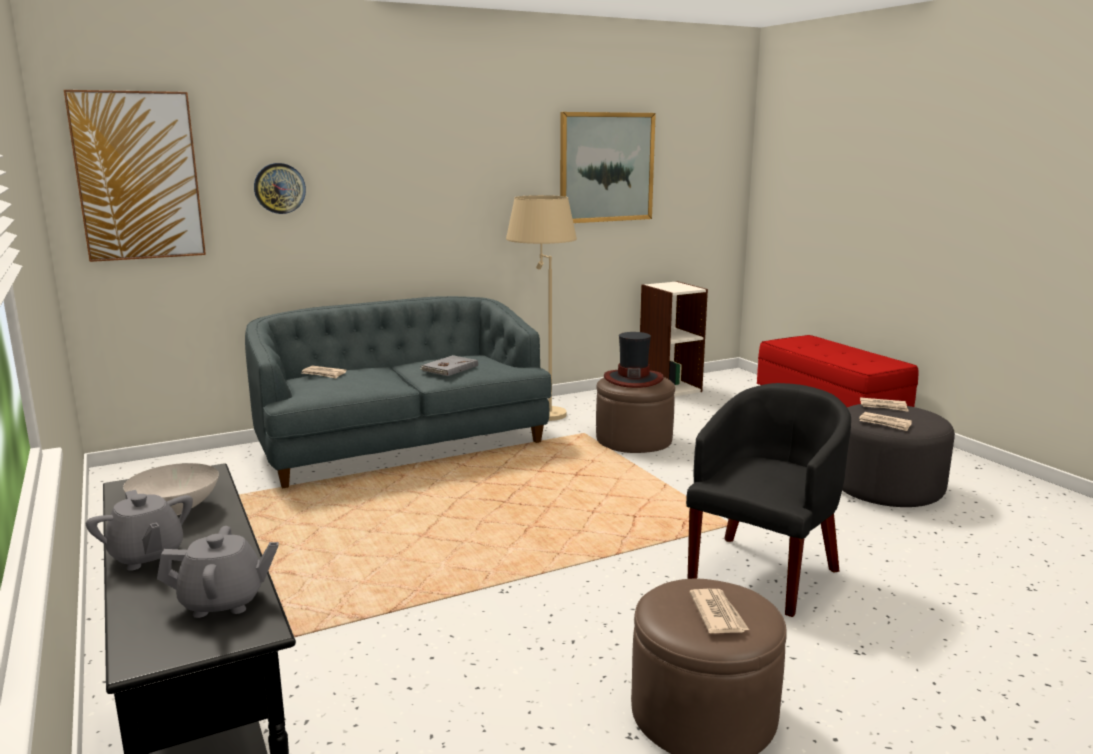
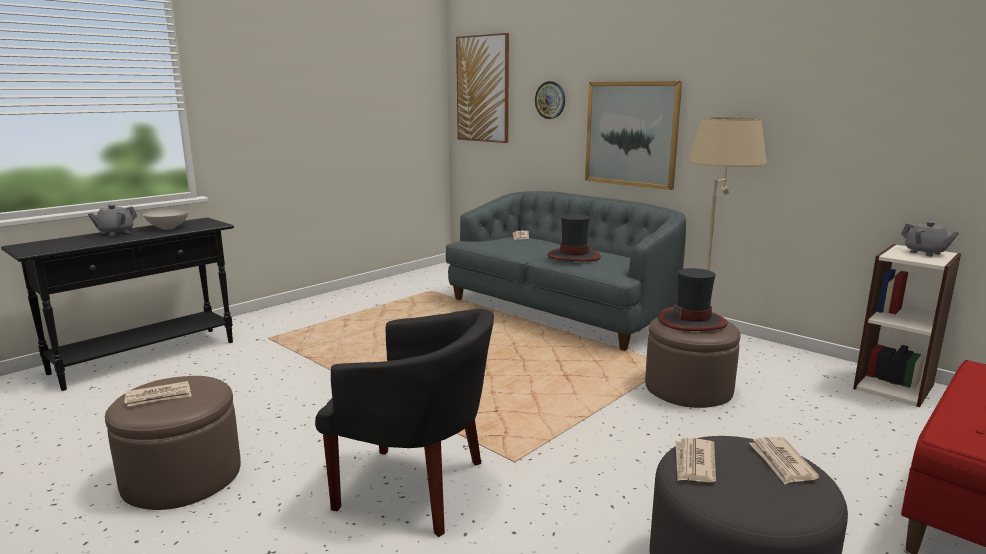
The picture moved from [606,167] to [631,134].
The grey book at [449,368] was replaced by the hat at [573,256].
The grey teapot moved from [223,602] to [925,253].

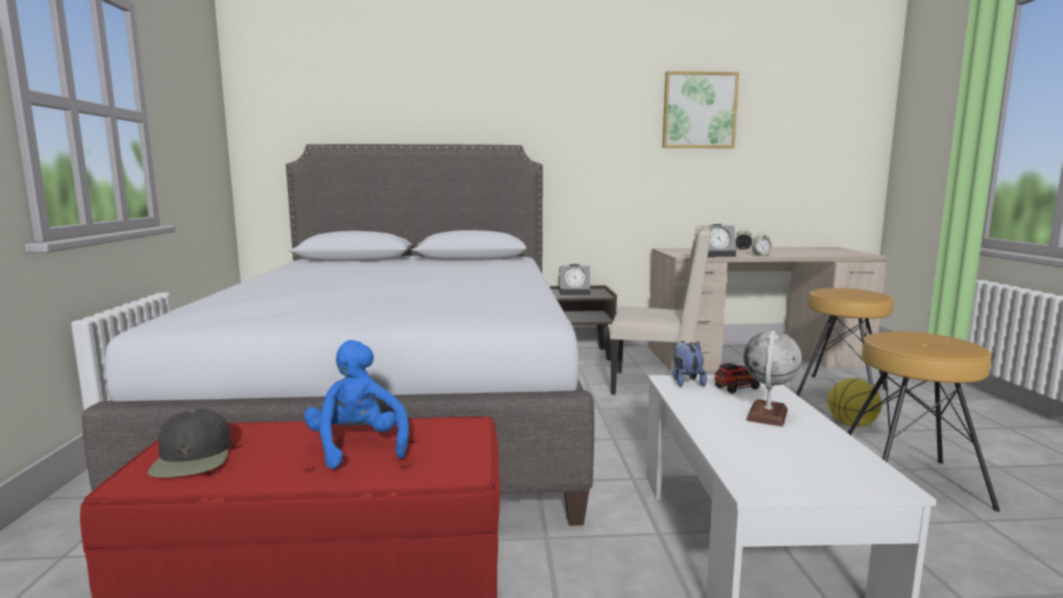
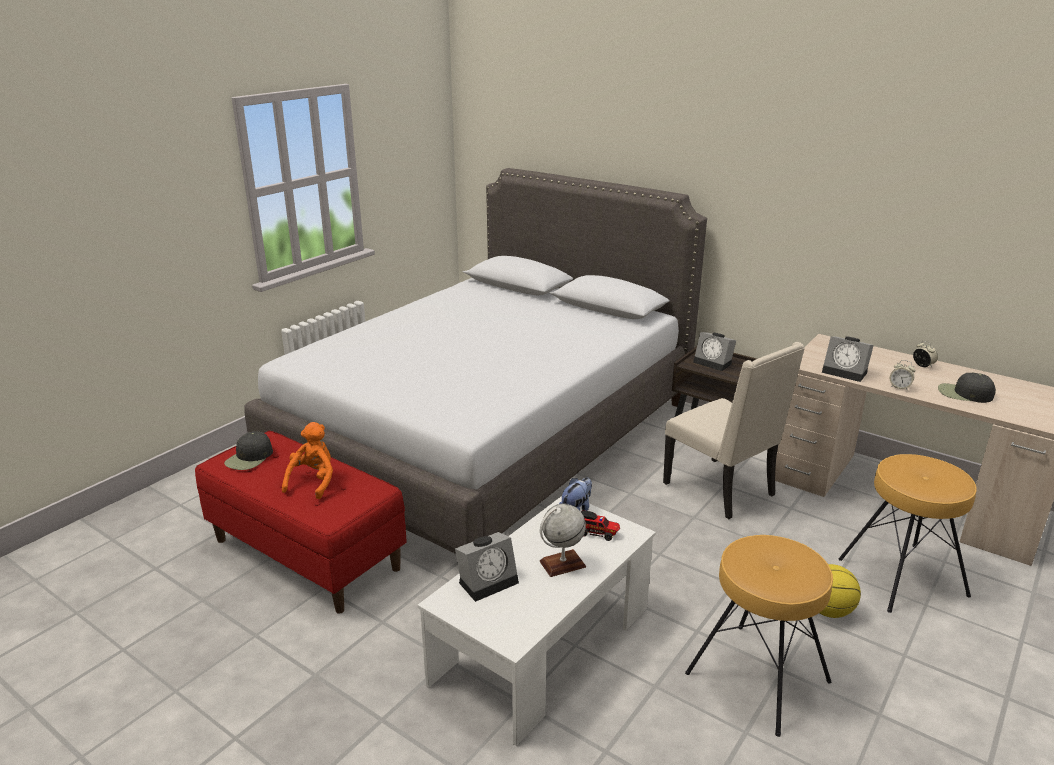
The picture at [699,110] disappeared.
The blue plush toy at [357,446] became the orange plush toy at [313,481].
The black cap at [964,394] appeared.
The alarm clock at [488,580] appeared.

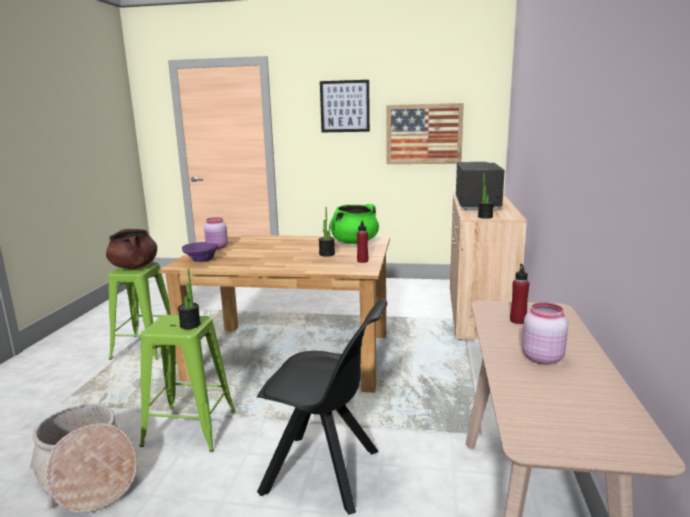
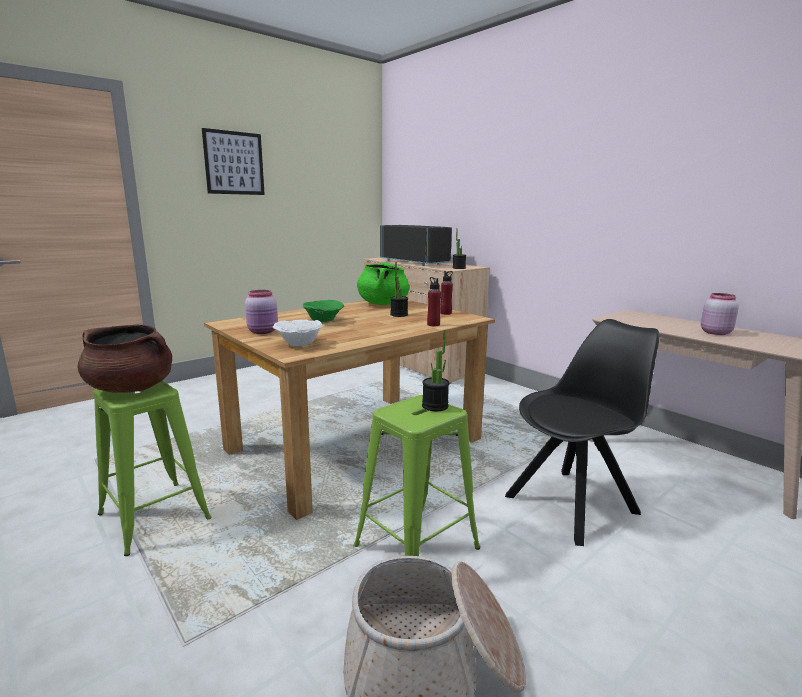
The picture at [424,134] disappeared.
The purple bowl at [202,260] became the white bowl at [298,344].
The red bottle moved from [518,321] to [433,324].
The green bowl at [324,321] appeared.

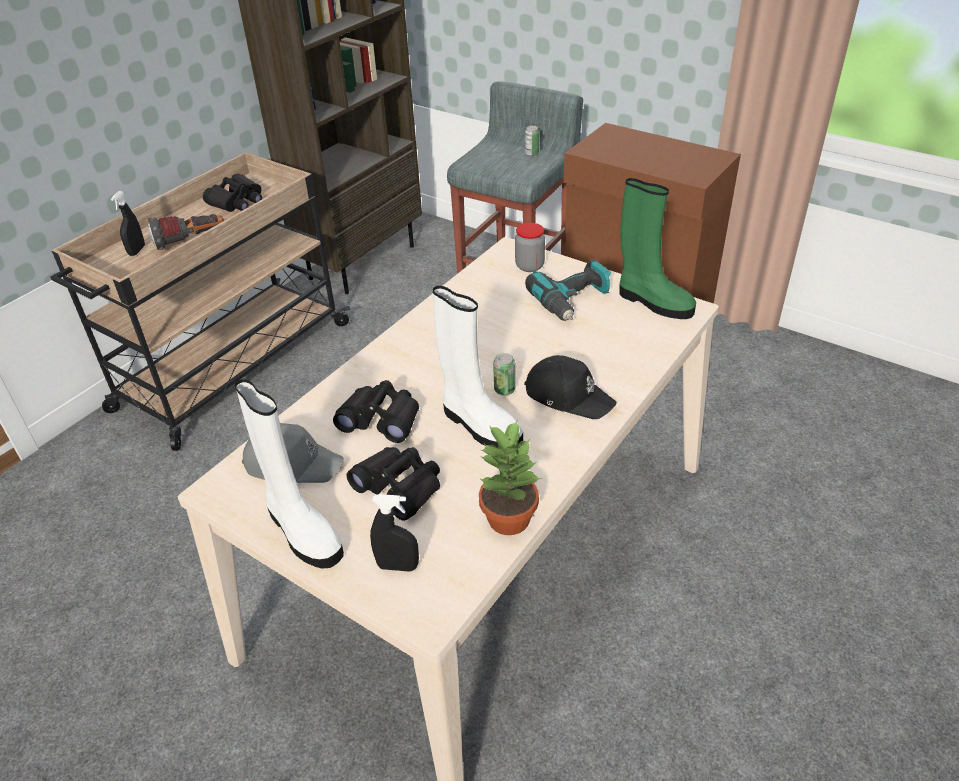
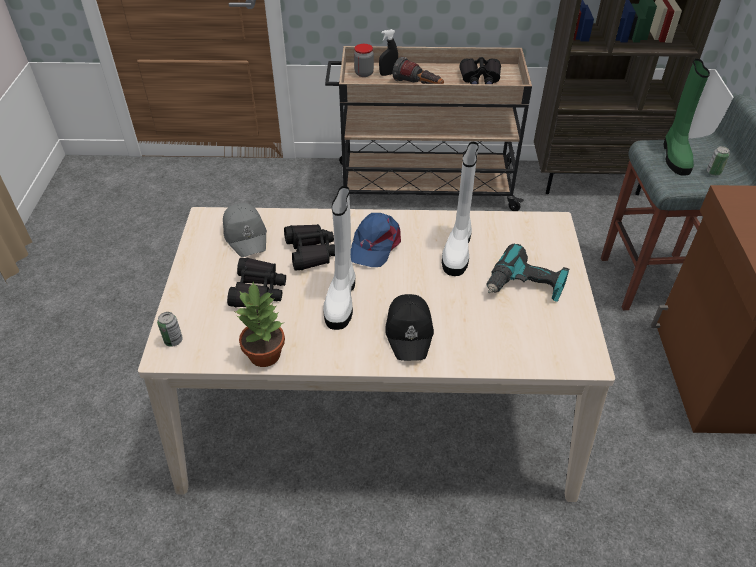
The green boot moved from [653,302] to [675,156].
The jar moved from [529,266] to [364,73].
The can moved from [504,390] to [173,340].
The white boot moved from [301,531] to [457,250].
The black spray bottle at [397,566] disappeared.
The blue cap at [374,244] appeared.

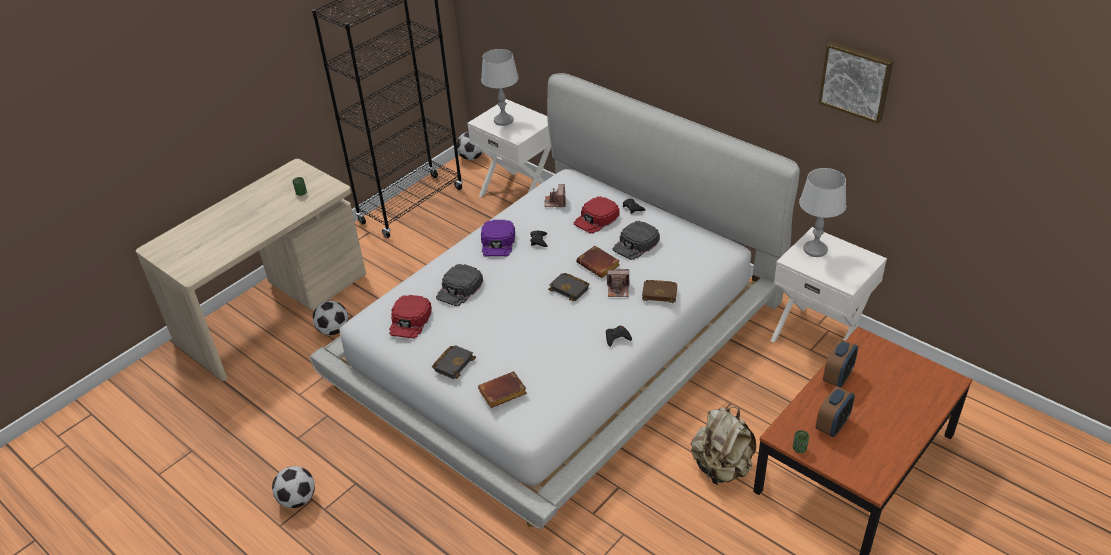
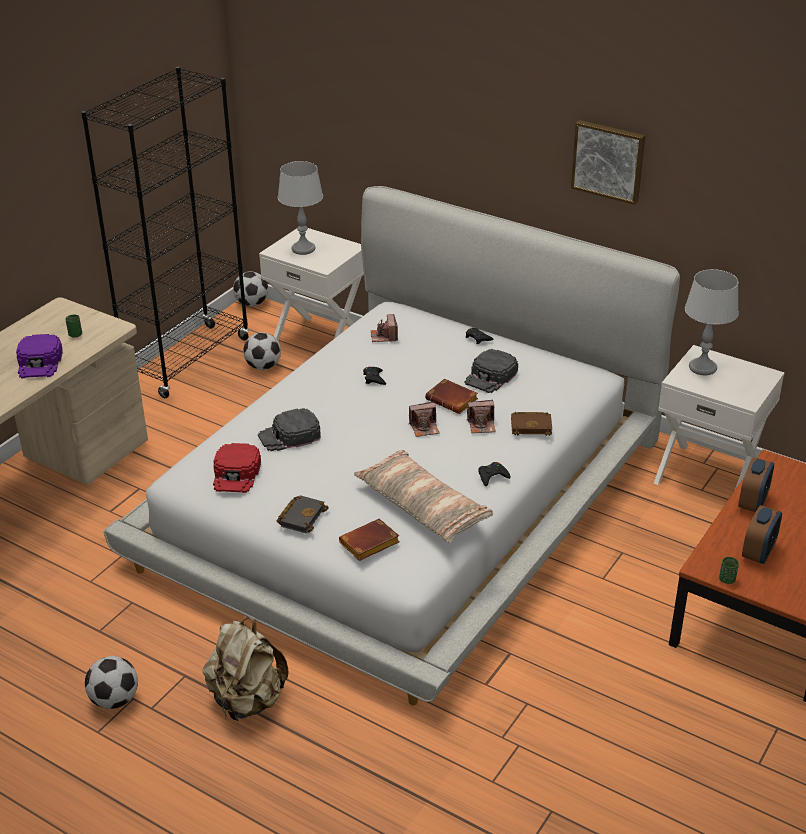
The picture moved from [856,81] to [609,160].
The red cap at [596,219] disappeared.
The purple cap moved from [498,242] to [40,362].
The black cap at [459,289] turned 45 degrees clockwise.
The black book at [570,289] was replaced by the photo camera at [424,428].
The football moved from [333,330] to [263,366].
The beige backpack moved from [721,468] to [247,700].
The pillow at [423,506] appeared.

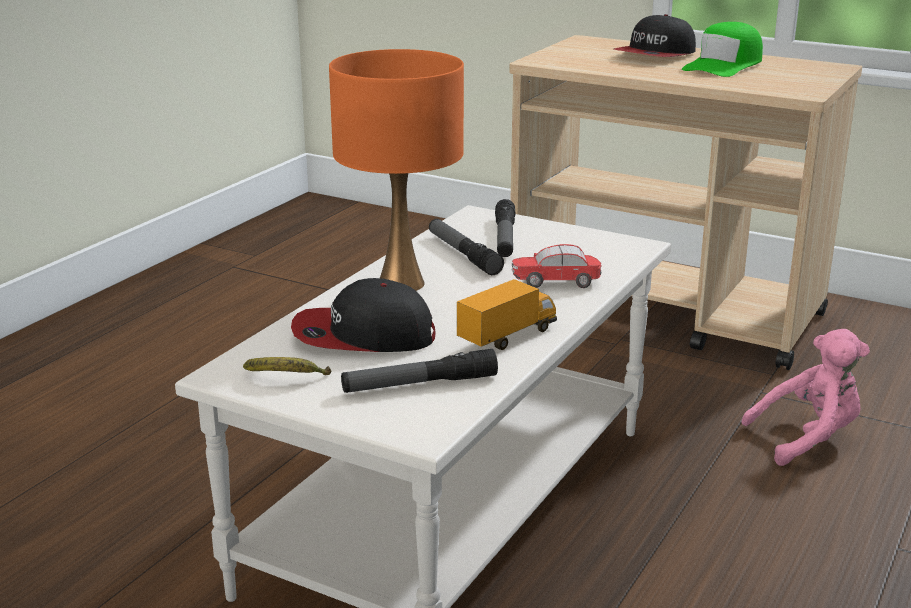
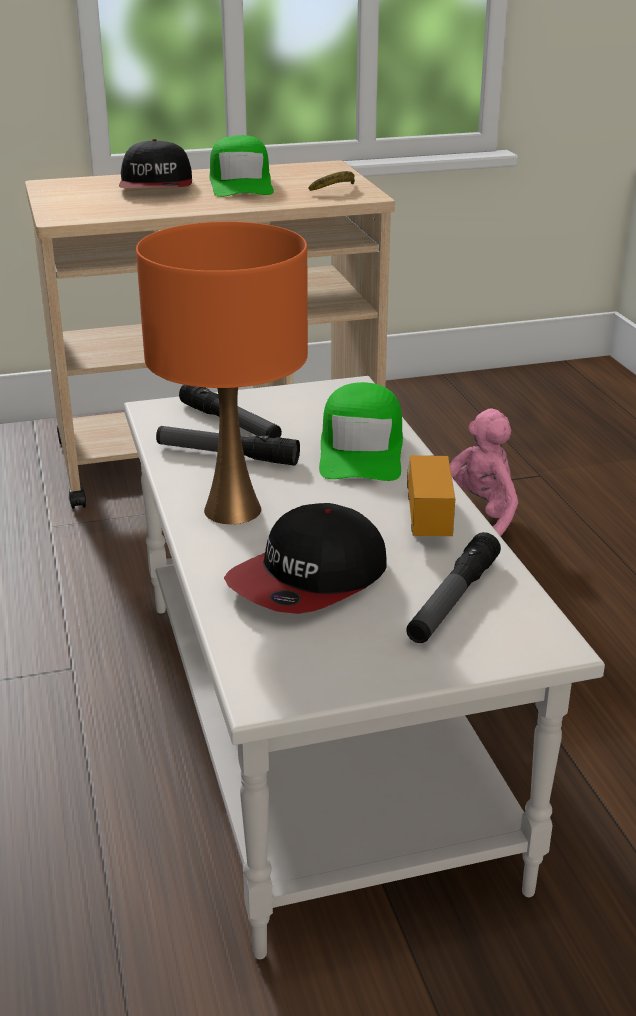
The toy car at [556,283] was replaced by the green cap at [362,450].
The banana moved from [286,378] to [336,190].

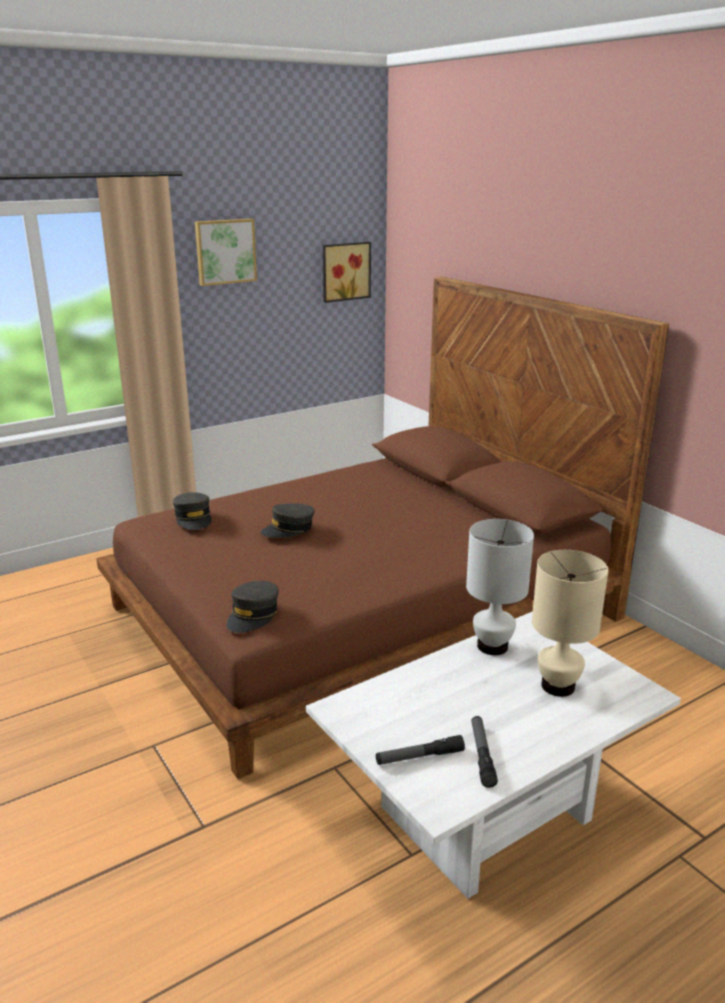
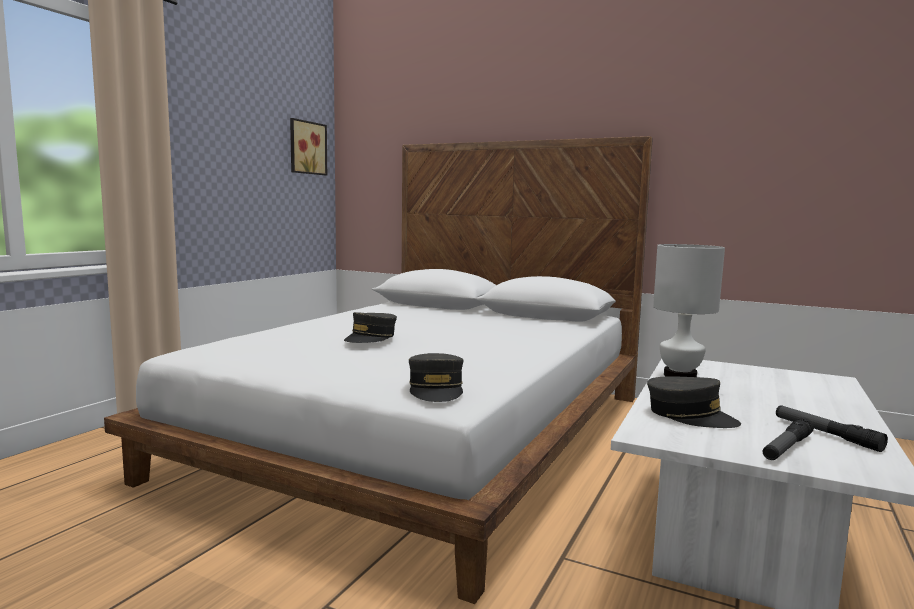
The picture at [225,251] disappeared.
The brown bed at [361,612] became the white bed at [428,433].
The grey cap moved from [193,518] to [689,416].
The beige table lamp at [558,686] disappeared.

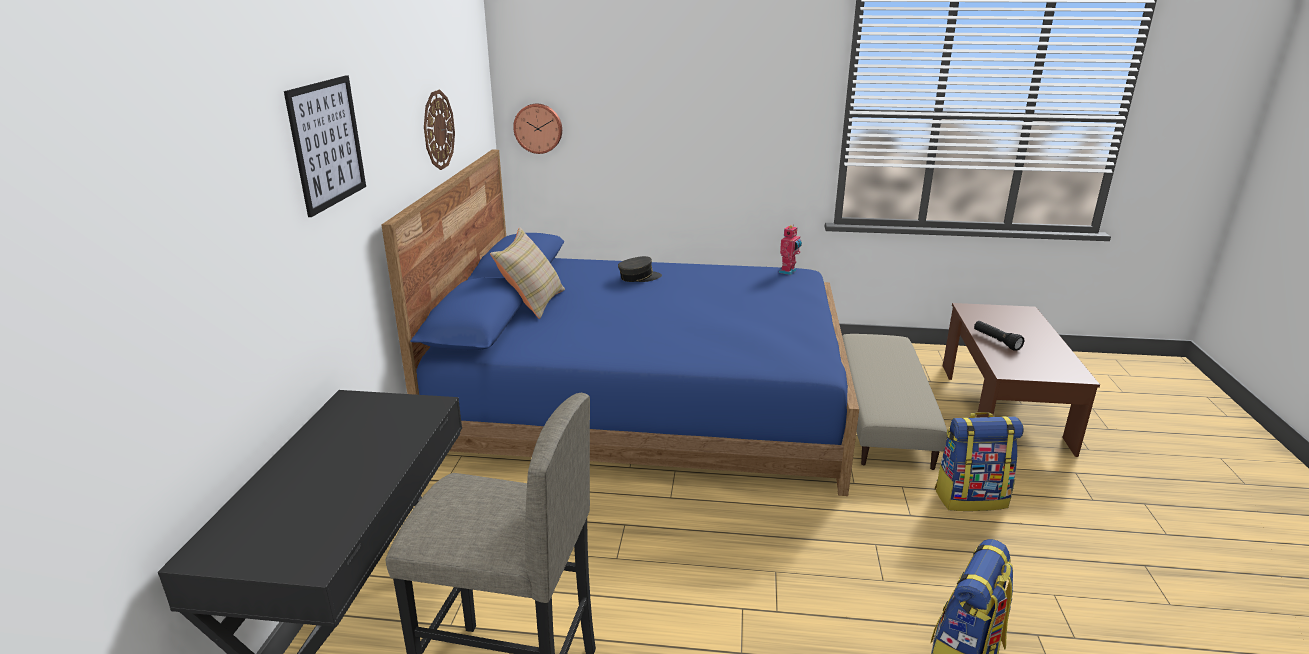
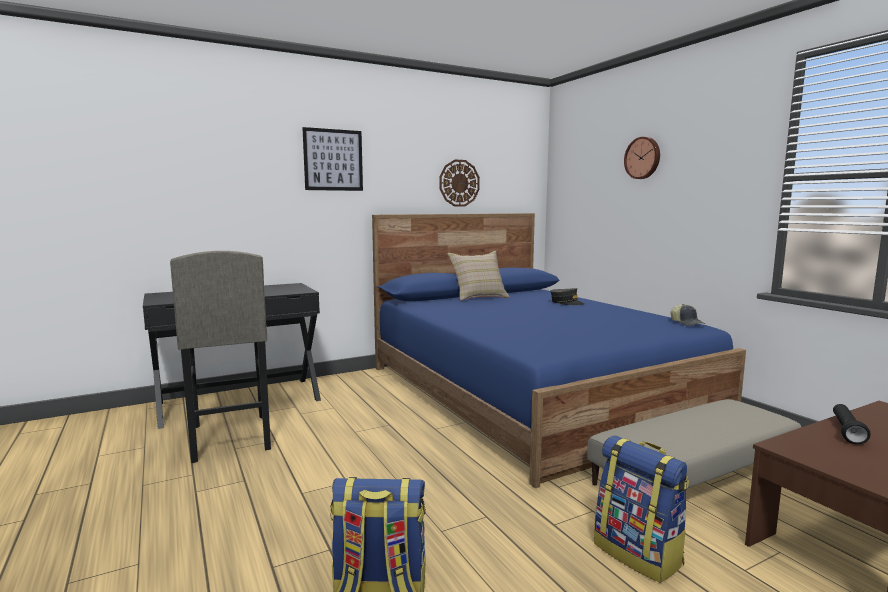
The wall clock moved from [538,128] to [643,158].
The toy robot at [788,272] was replaced by the cap at [687,323].

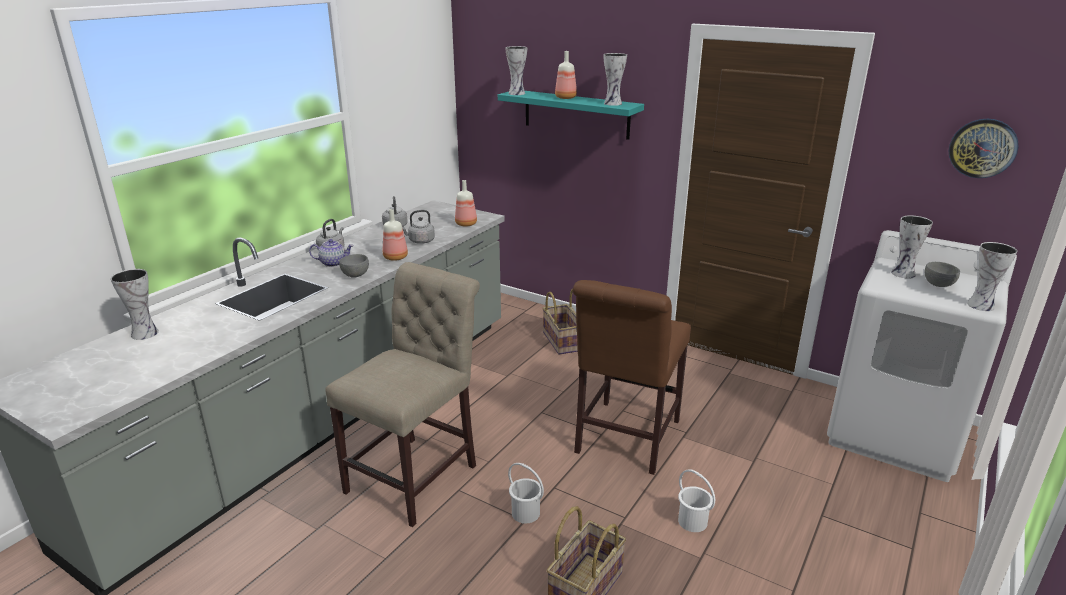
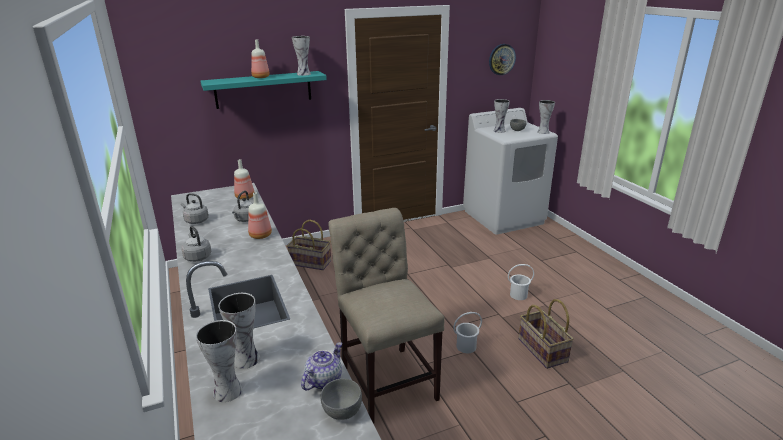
The vase moved from [517,93] to [246,358].
The teapot moved from [333,263] to [323,380].
The grey bowl moved from [356,275] to [343,411].
The brown chair at [624,440] disappeared.

